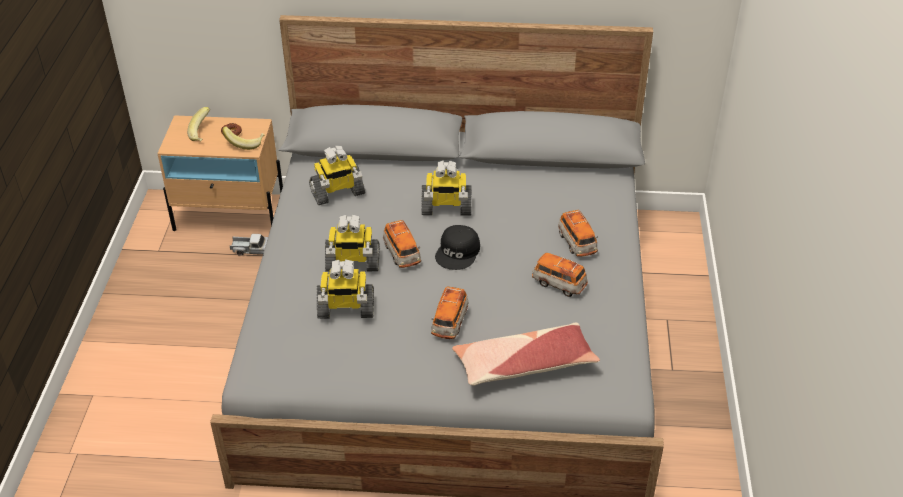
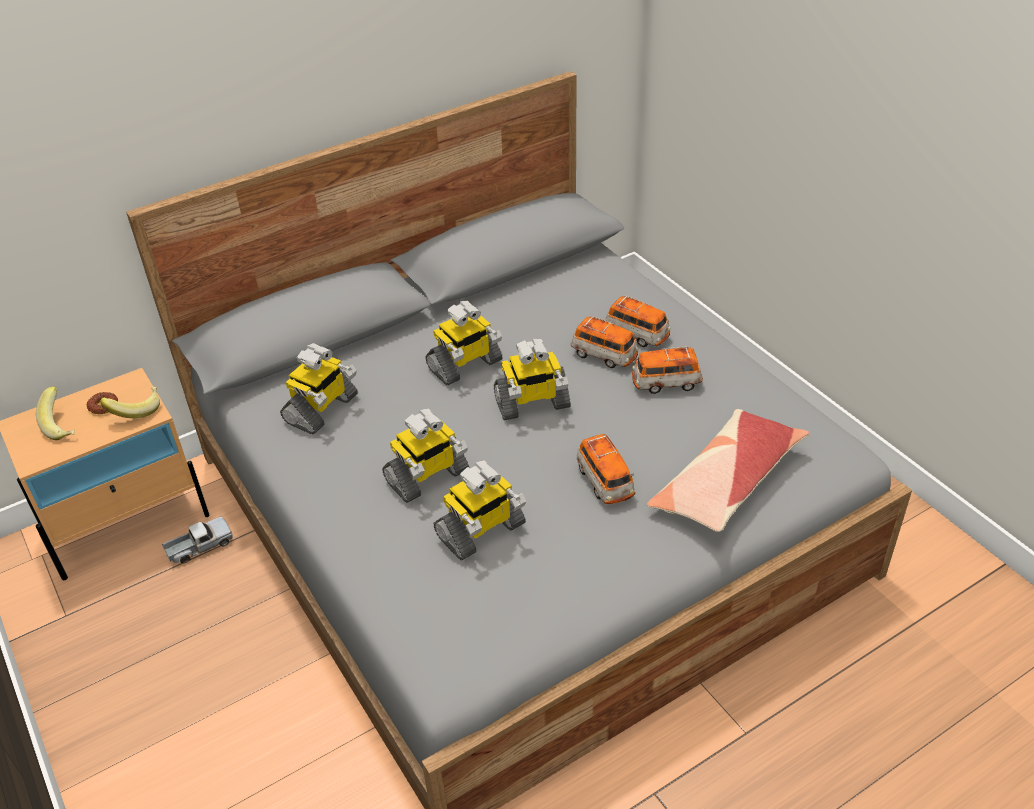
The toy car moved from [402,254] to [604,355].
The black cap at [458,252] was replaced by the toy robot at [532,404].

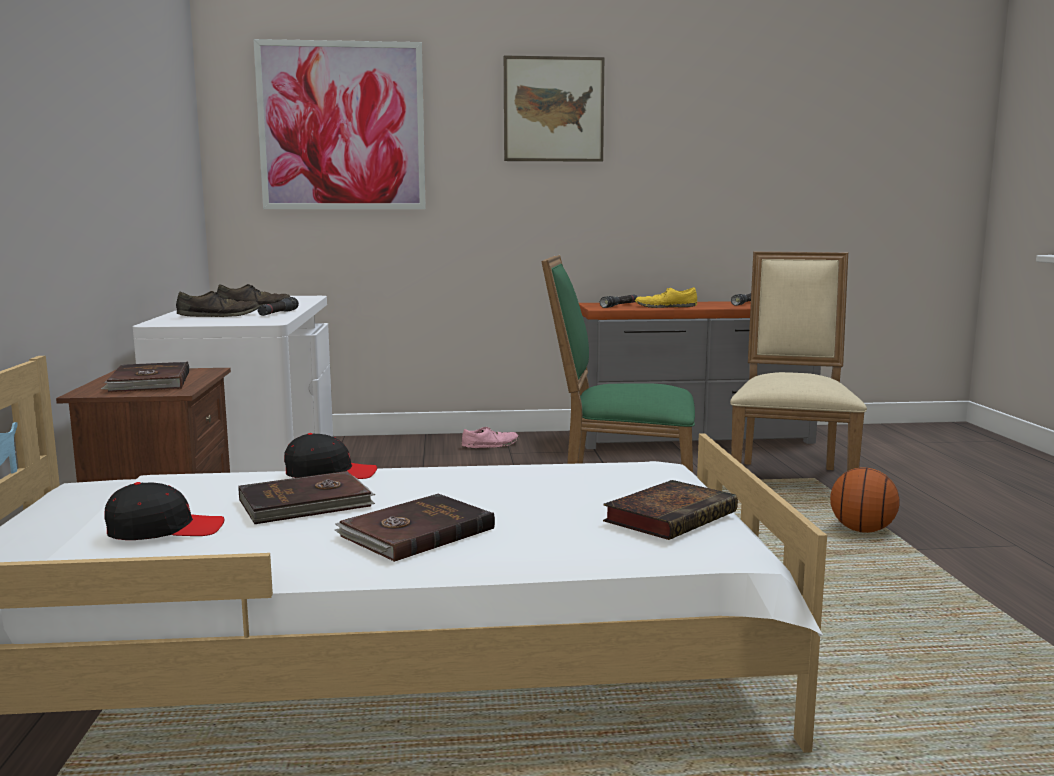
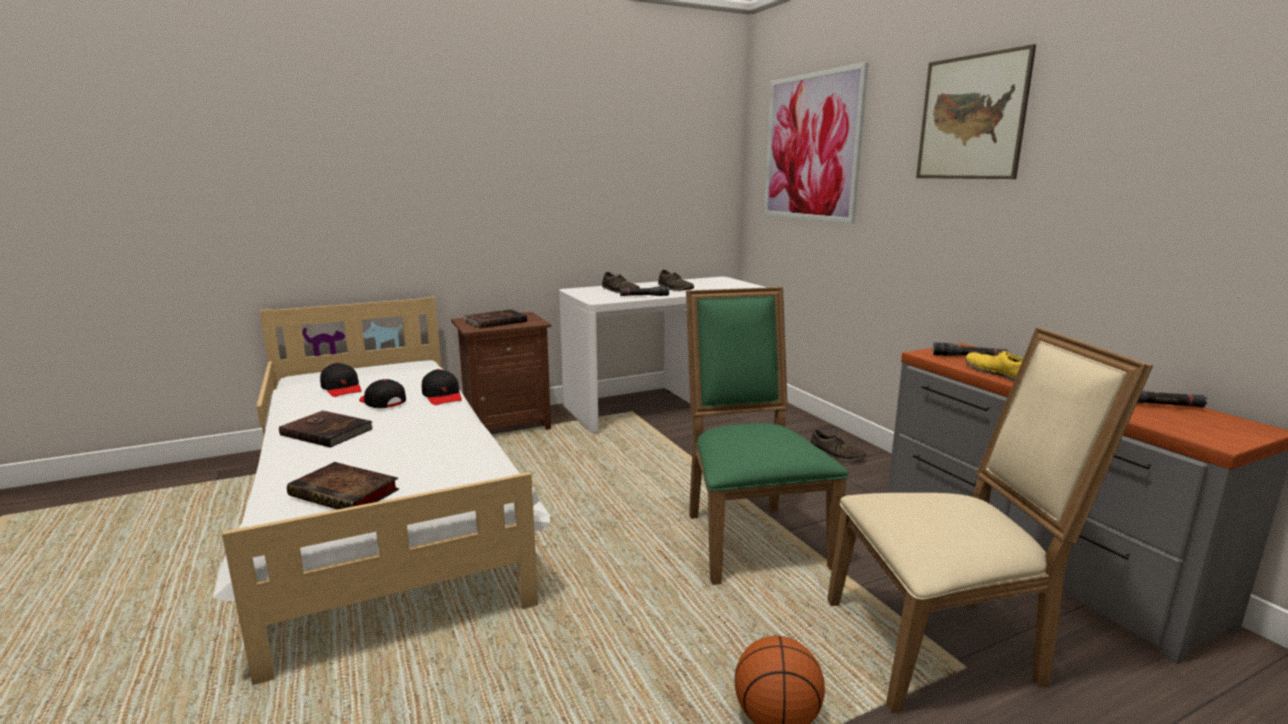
The pink shoe at [490,445] became the brown shoe at [837,454].
The brown book at [306,503] was replaced by the black cap at [382,402].

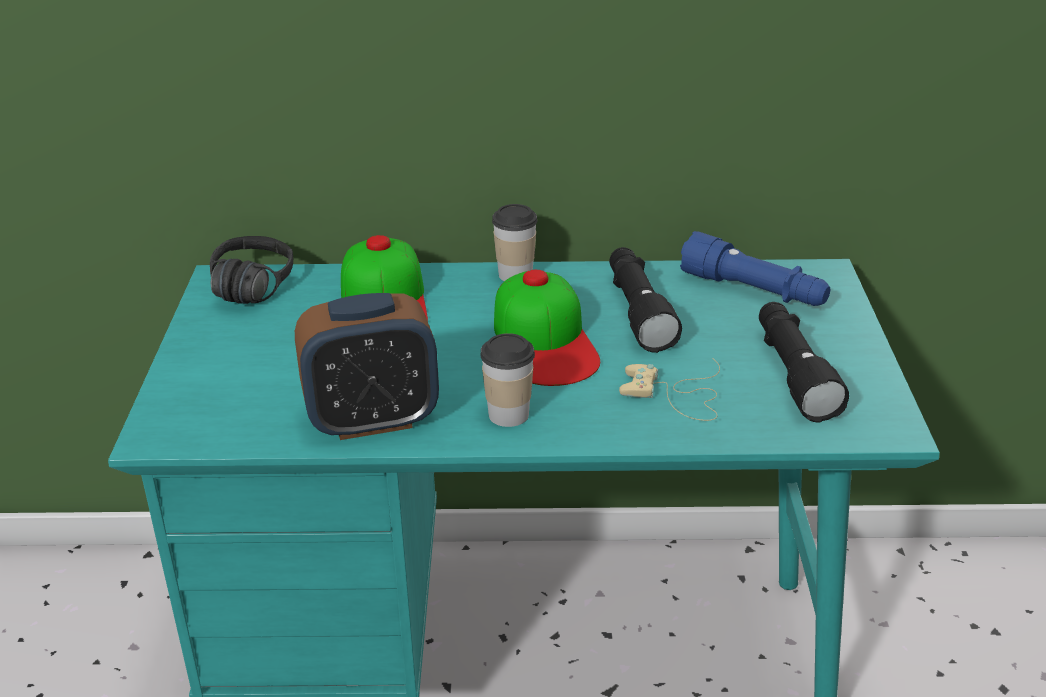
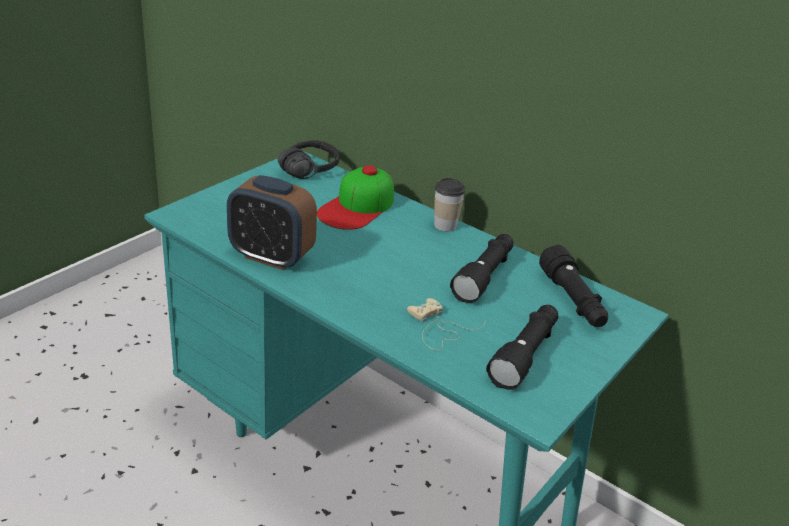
The blue flashlight at [754,291] became the black flashlight at [572,300].
The cap at [544,341] disappeared.
The cup at [508,415] disappeared.

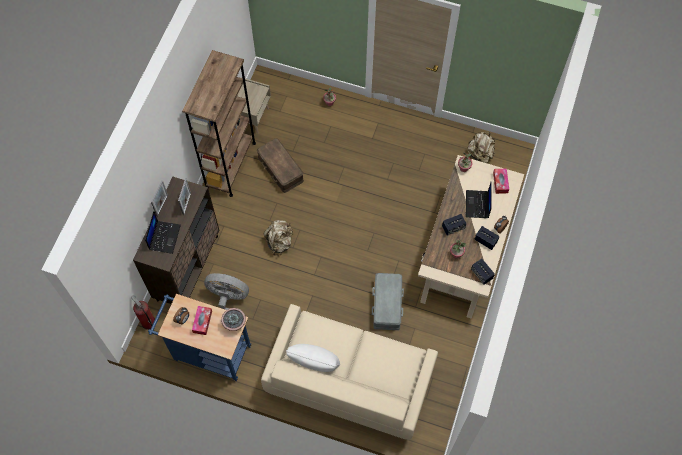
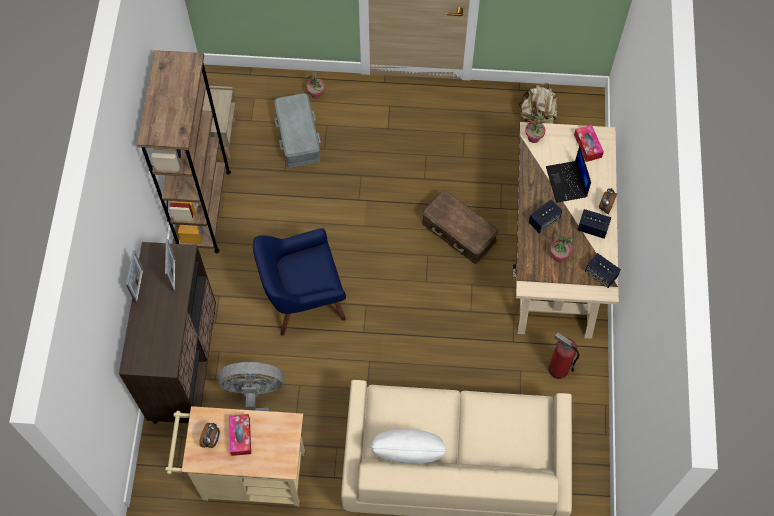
The brown storage box moved from [281,169] to [459,231].
The laptop at [164,237] disappeared.
The beige backpack at [280,242] was replaced by the blue armchair at [303,299].
The grey storage box moved from [387,304] to [298,136].
The blue cart at [208,352] became the beige cart at [247,476].
The fire extinguisher moved from [148,322] to [558,369].
The potted plant at [234,324] disappeared.

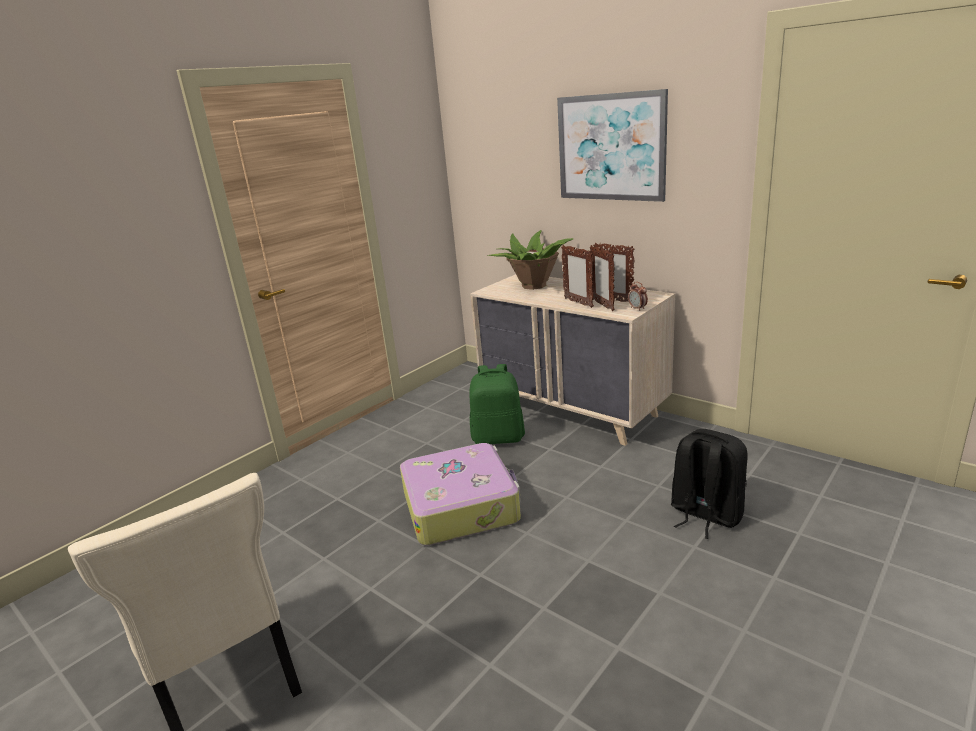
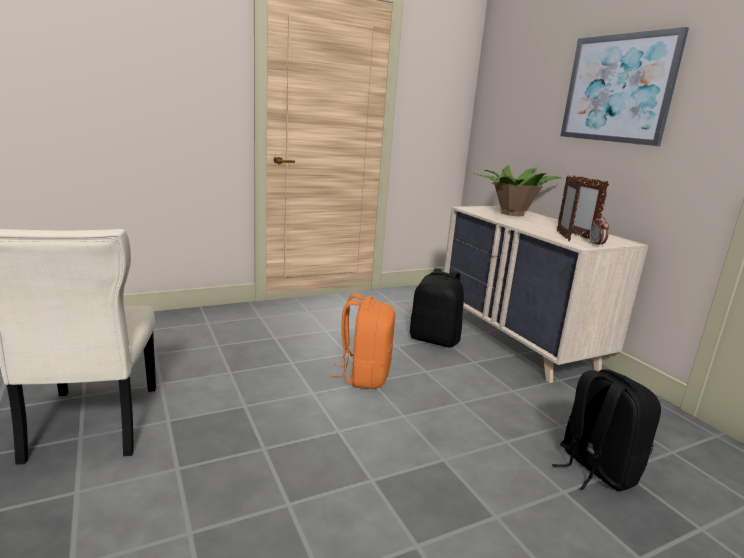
The picture frame at [578,303] disappeared.
The green backpack at [498,437] became the black backpack at [434,339].
The suitcase at [461,506] was replaced by the orange backpack at [364,376].

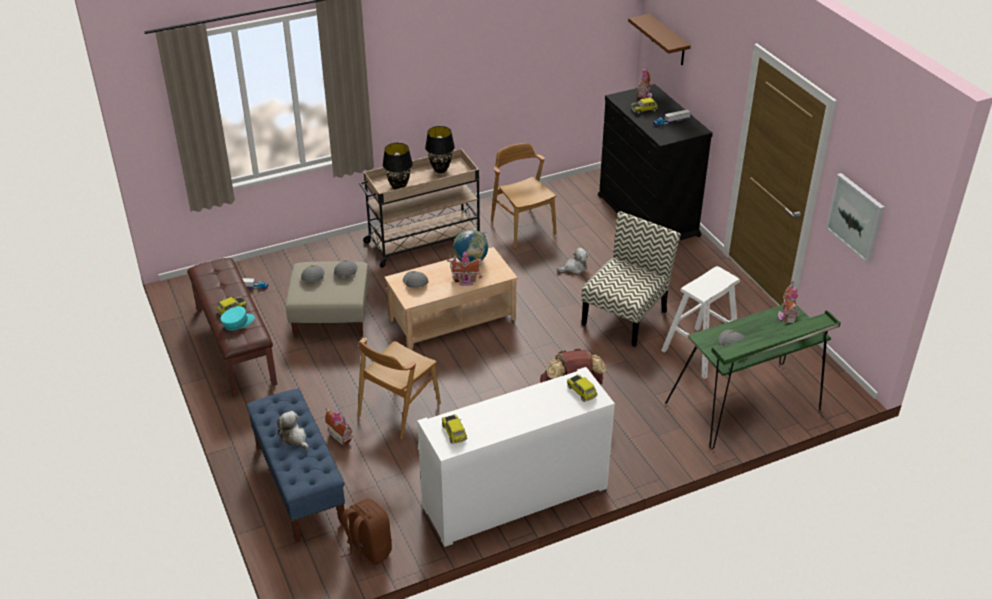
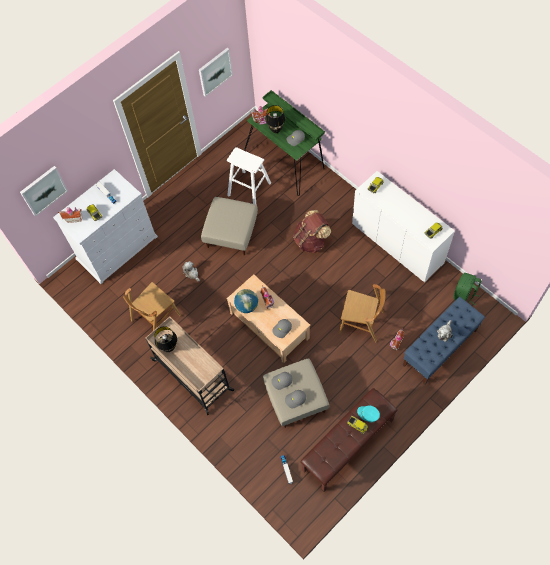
The brown shelf at [668,41] was replaced by the picture at [43,190].
The black dresser at [648,215] became the white dresser at [117,247].
The black table lamp moved from [399,187] to [276,130].
The chair at [625,316] was replaced by the beige ottoman at [231,233].
The brown backpack at [368,550] became the green backpack at [464,295].

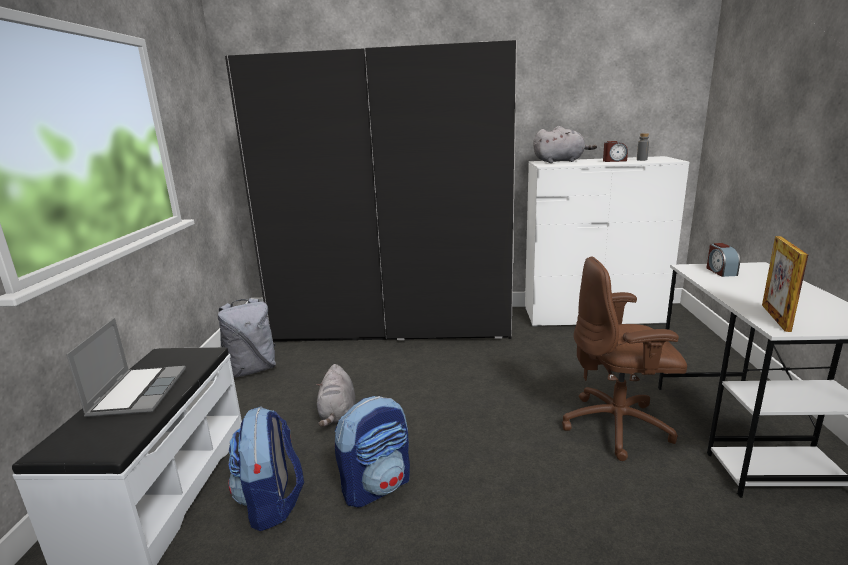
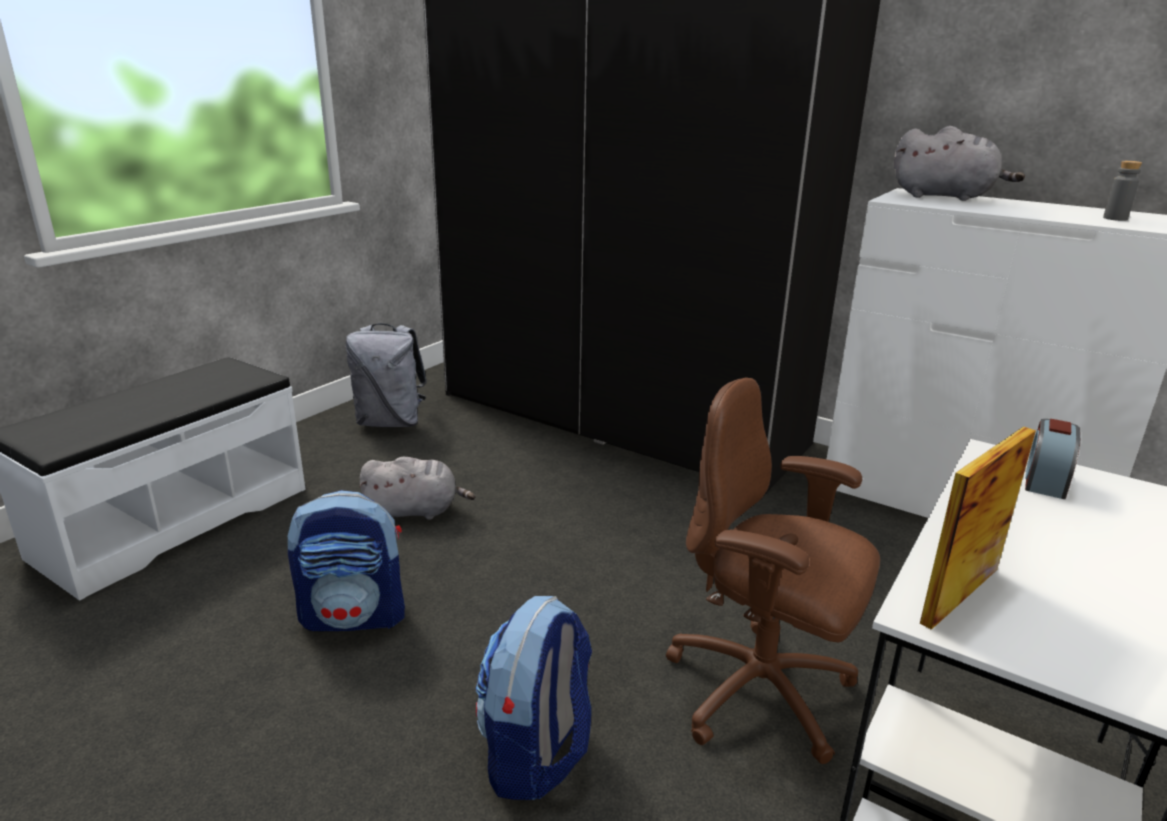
The alarm clock at [614,161] disappeared.
The laptop at [138,392] disappeared.
The grey plush toy at [338,413] turned 120 degrees counterclockwise.
The backpack moved from [272,503] to [536,755].

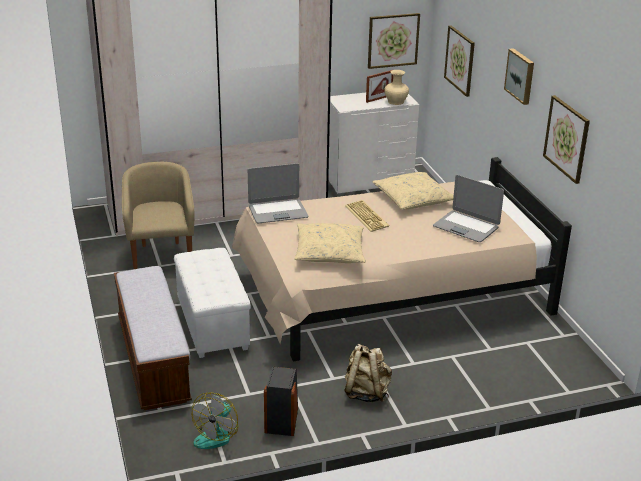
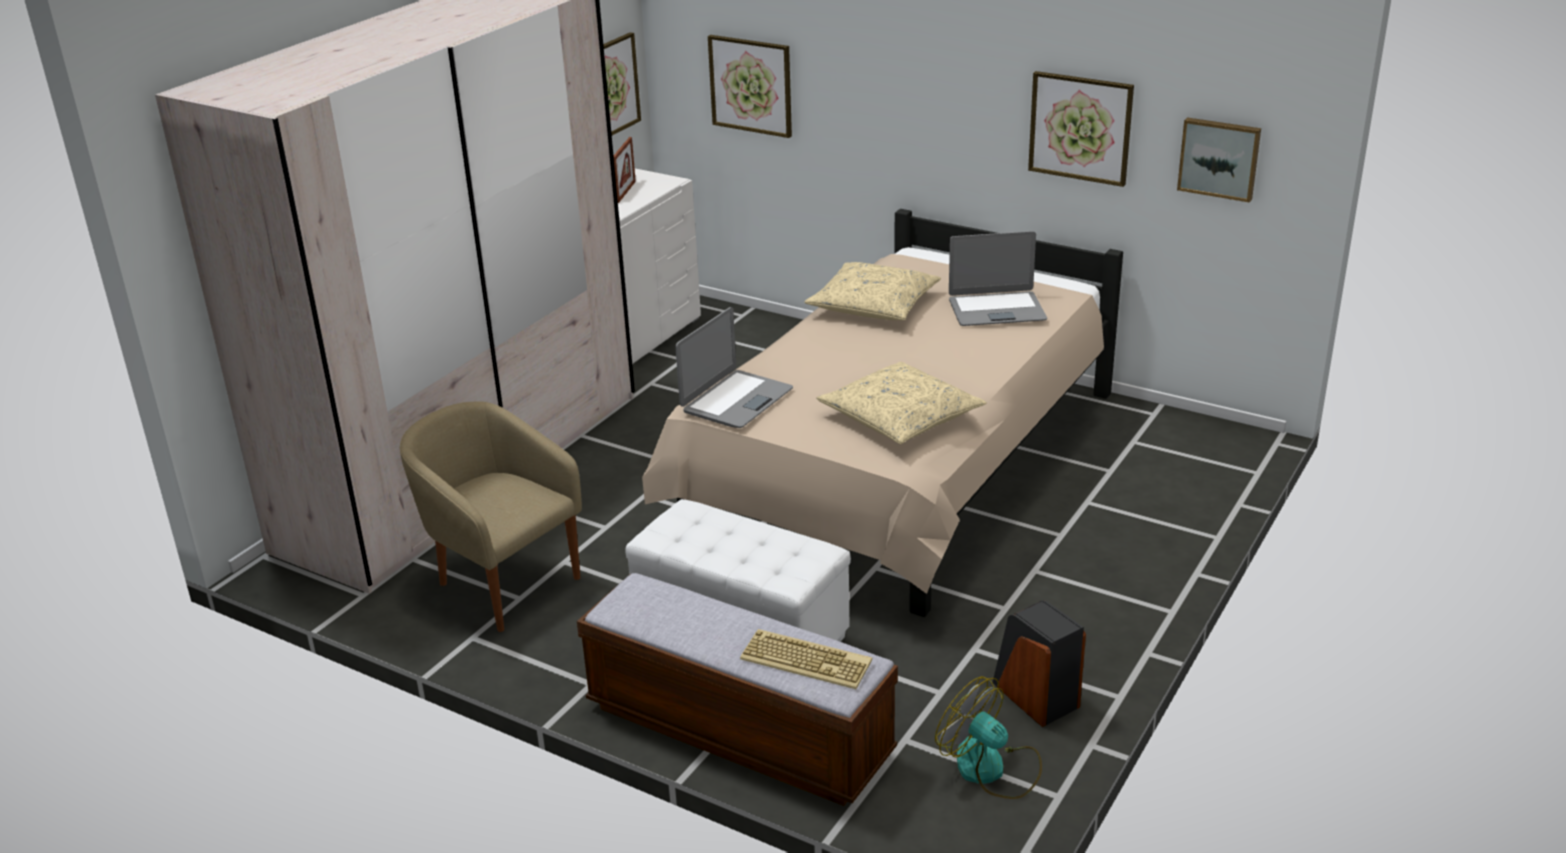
The picture moved from [521,76] to [1219,158].
The beige vase at [396,101] disappeared.
The keyboard moved from [367,217] to [808,659].
The beige backpack at [366,393] disappeared.
The fan at [217,434] turned 150 degrees clockwise.

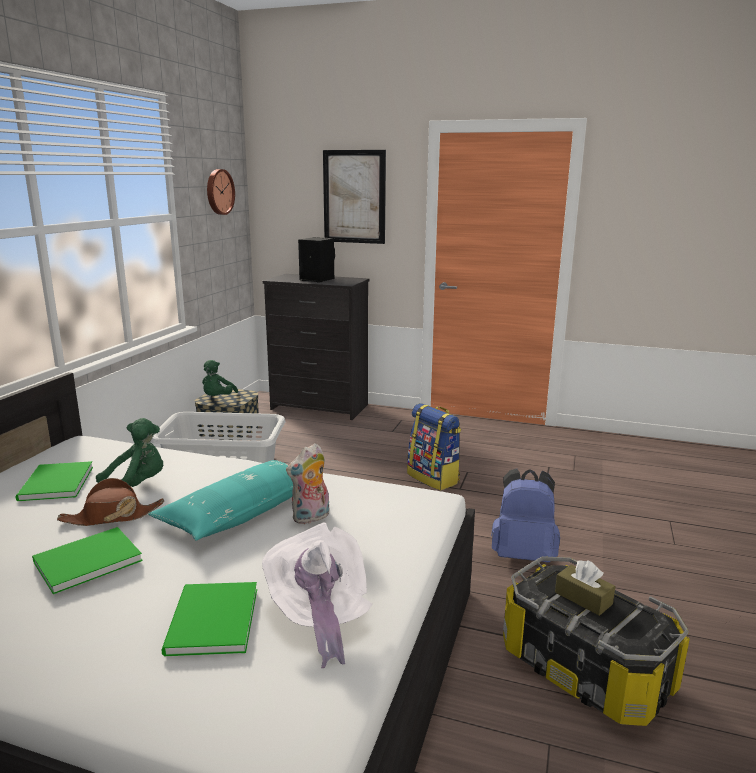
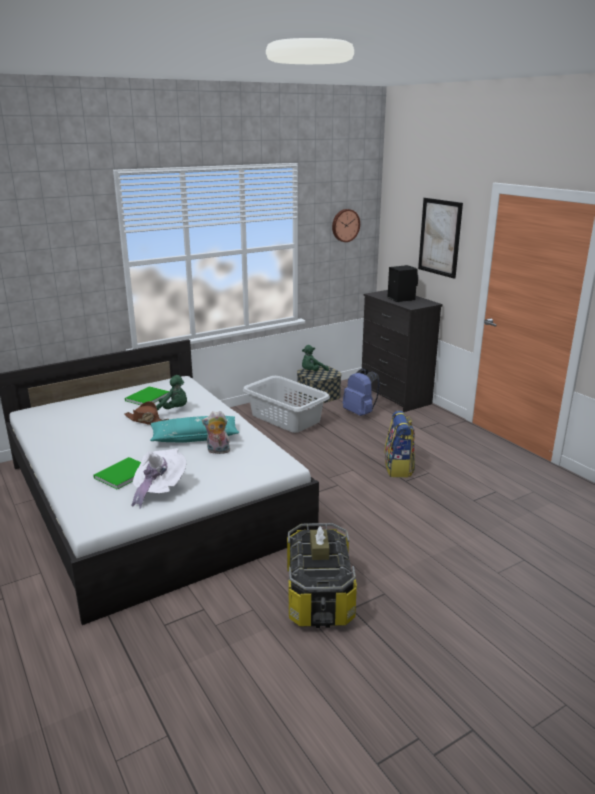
The blue backpack moved from [523,554] to [360,413].
The green book at [84,561] disappeared.

